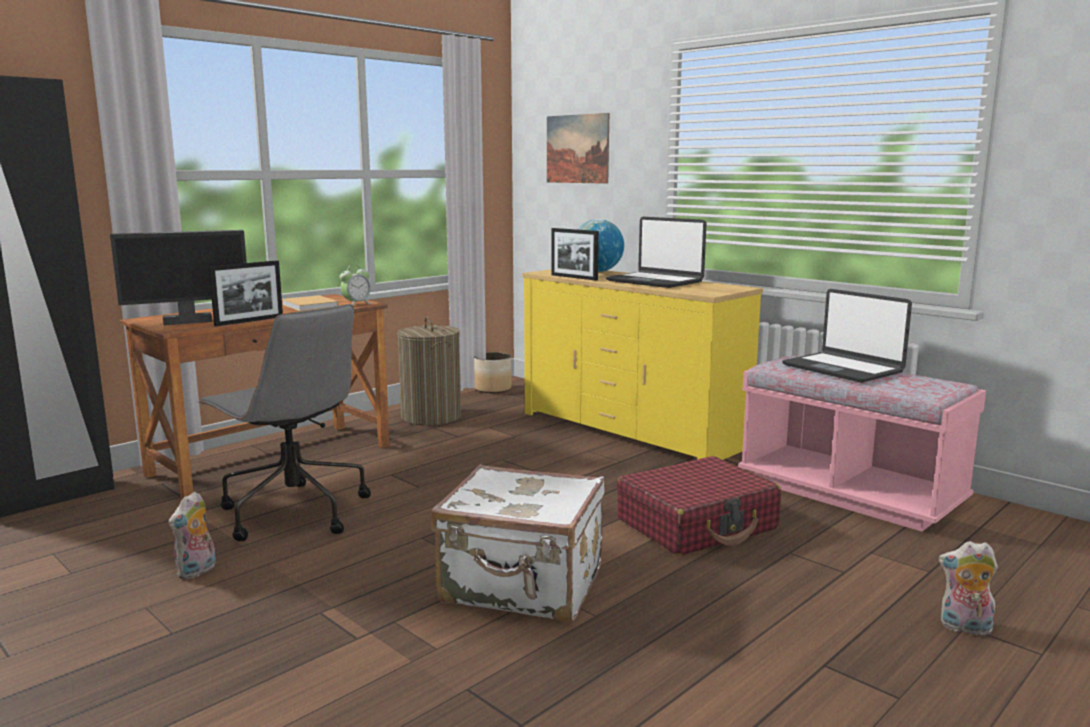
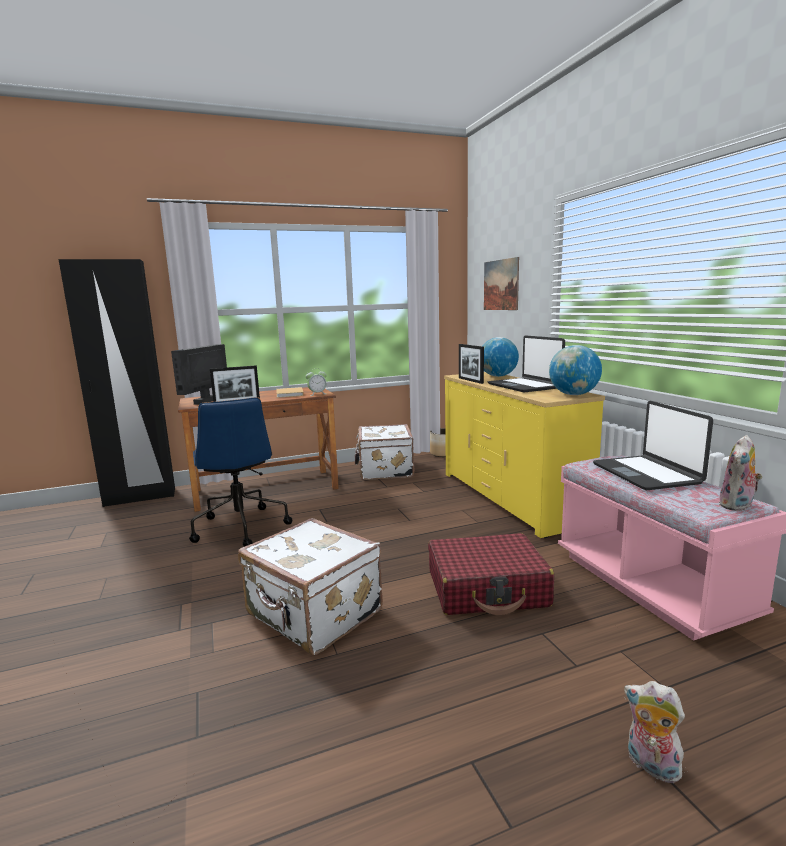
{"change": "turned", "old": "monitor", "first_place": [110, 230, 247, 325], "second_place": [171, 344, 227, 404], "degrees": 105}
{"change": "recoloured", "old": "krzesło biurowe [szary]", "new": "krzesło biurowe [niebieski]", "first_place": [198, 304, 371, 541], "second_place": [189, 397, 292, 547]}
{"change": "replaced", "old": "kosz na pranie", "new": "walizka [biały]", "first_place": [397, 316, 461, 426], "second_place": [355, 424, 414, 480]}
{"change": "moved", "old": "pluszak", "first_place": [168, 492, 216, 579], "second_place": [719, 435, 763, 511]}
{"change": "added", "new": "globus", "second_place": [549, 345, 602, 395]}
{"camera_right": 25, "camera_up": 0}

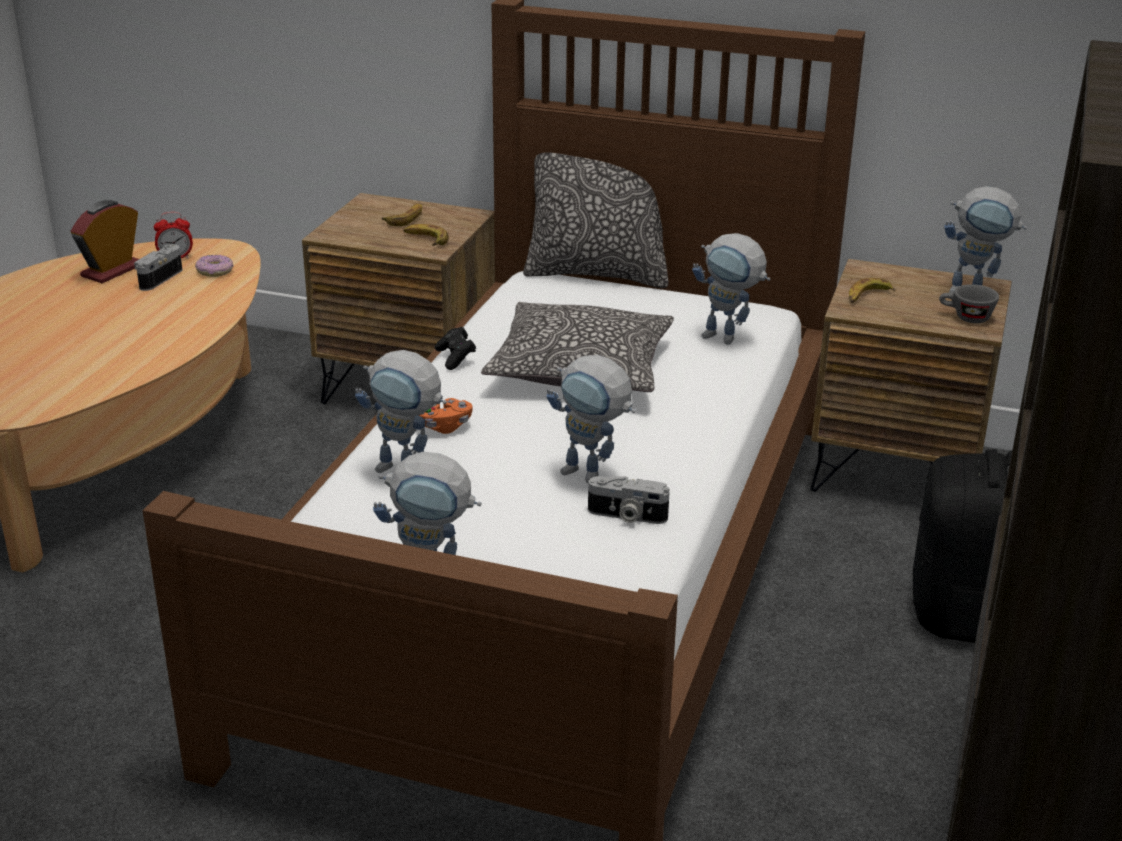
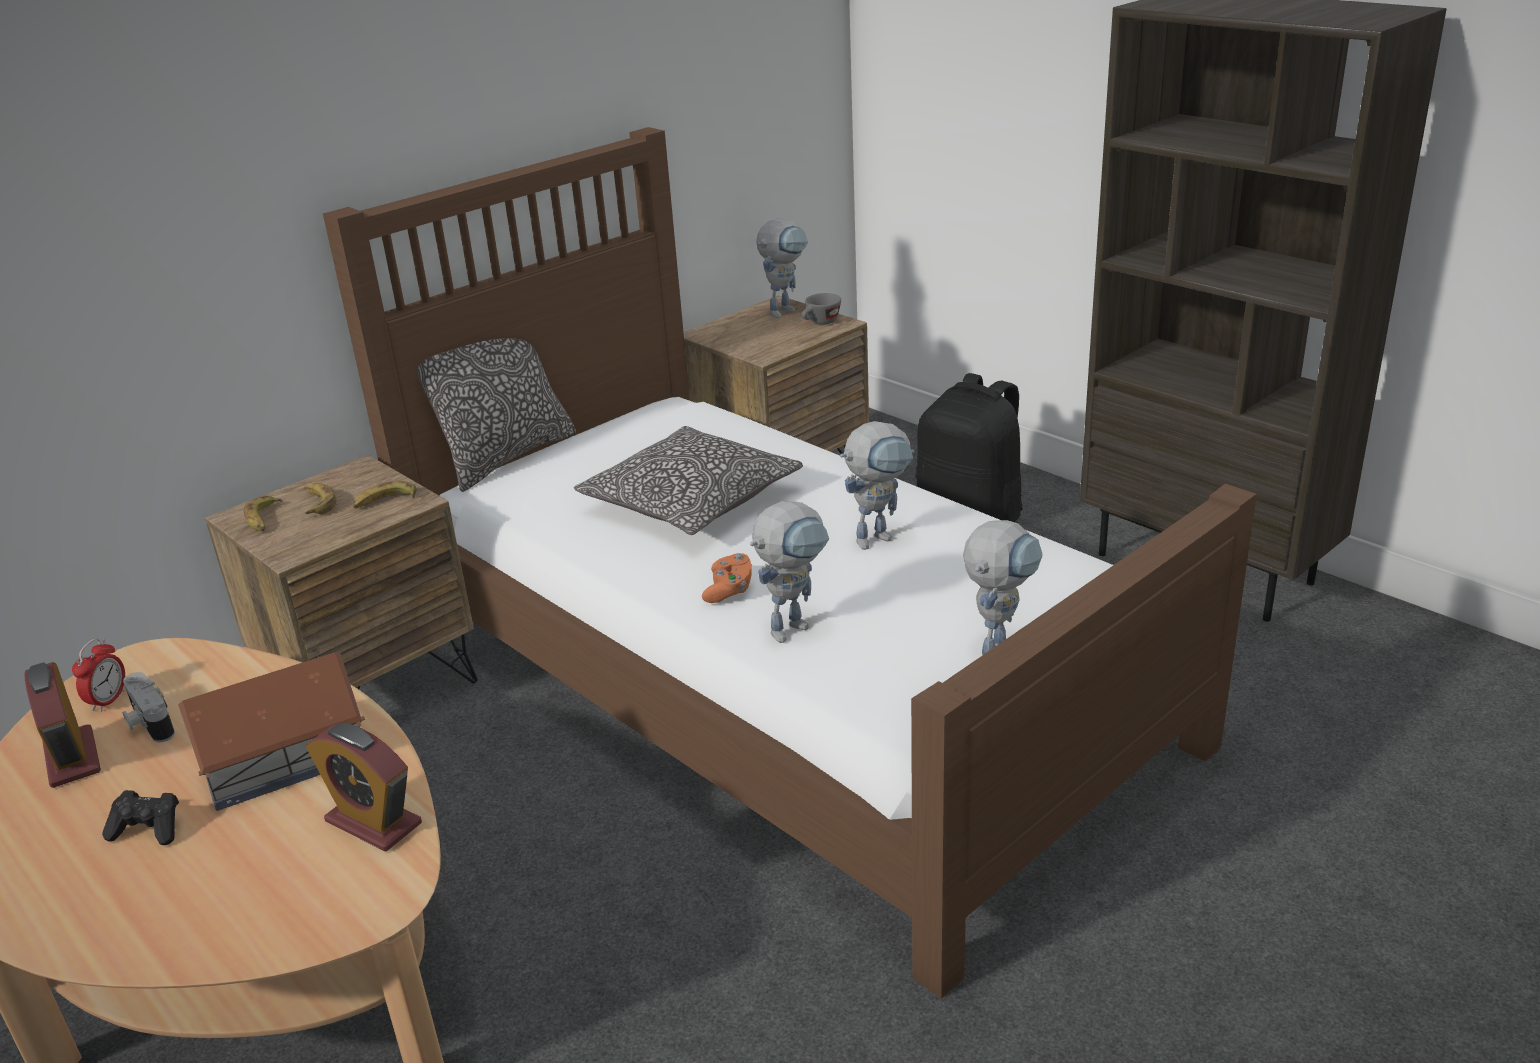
{"change": "removed", "old": "robot zabawkowy", "first_place": [692, 233, 771, 345]}
{"change": "removed", "old": "donut", "first_place": [195, 255, 234, 277]}
{"change": "moved", "old": "banan", "first_place": [849, 278, 895, 303], "second_place": [244, 496, 282, 531]}
{"change": "moved", "old": "pad do gier [czarny]", "first_place": [435, 327, 476, 370], "second_place": [102, 790, 179, 845]}
{"change": "removed", "old": "aparat fotograficzny", "first_place": [588, 476, 670, 524]}
{"change": "added", "new": "domek", "second_place": [178, 652, 365, 811]}
{"change": "added", "new": "budzik", "second_place": [306, 723, 422, 852]}
{"camera_right": -60, "camera_up": 0}

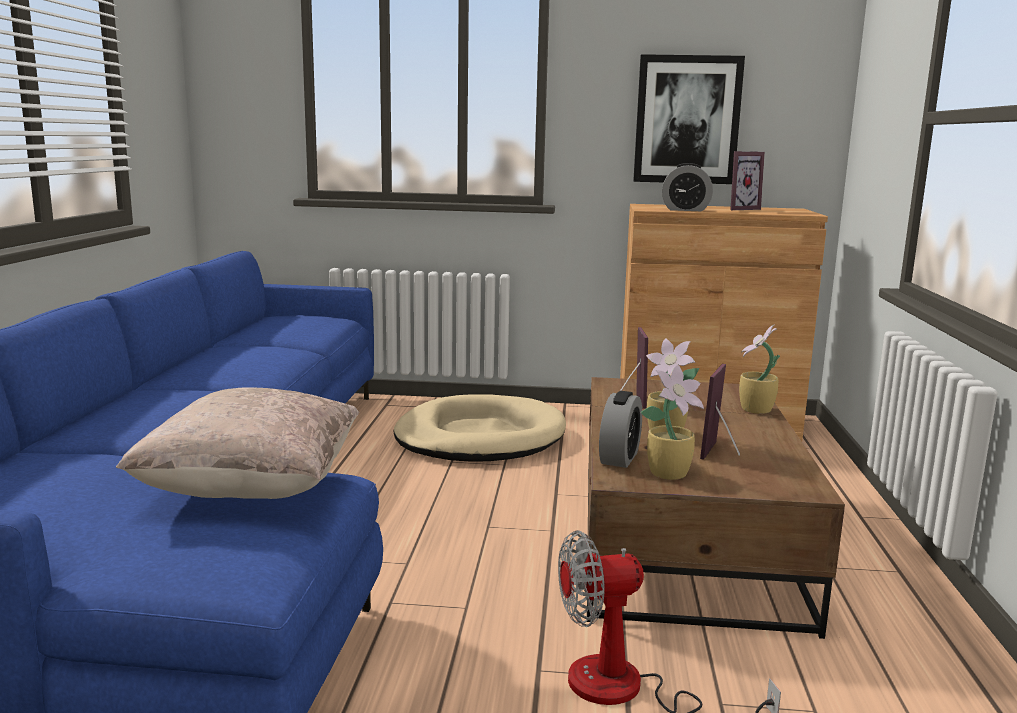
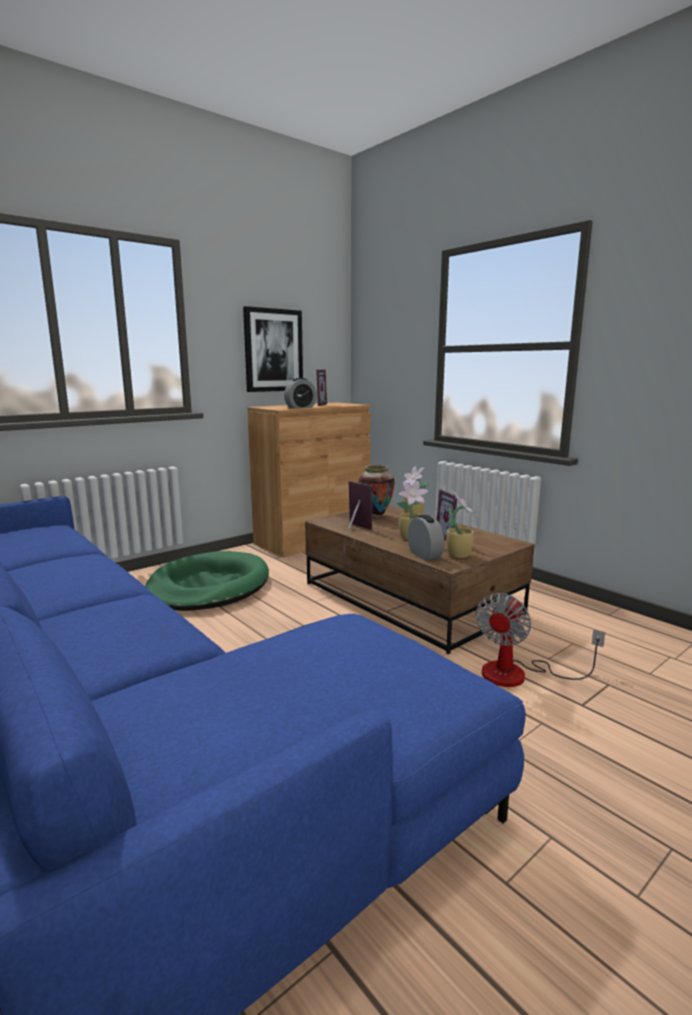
{"change": "removed", "old": "poduszka [beżowy]", "first_place": [116, 387, 359, 499]}
{"change": "recoloured", "old": "legowisko [beżowy]", "new": "legowisko [zielony]", "first_place": [394, 394, 566, 462], "second_place": [145, 551, 269, 611]}
{"change": "added", "new": "wazon", "second_place": [358, 465, 395, 517]}
{"camera_right": -45, "camera_up": 0}

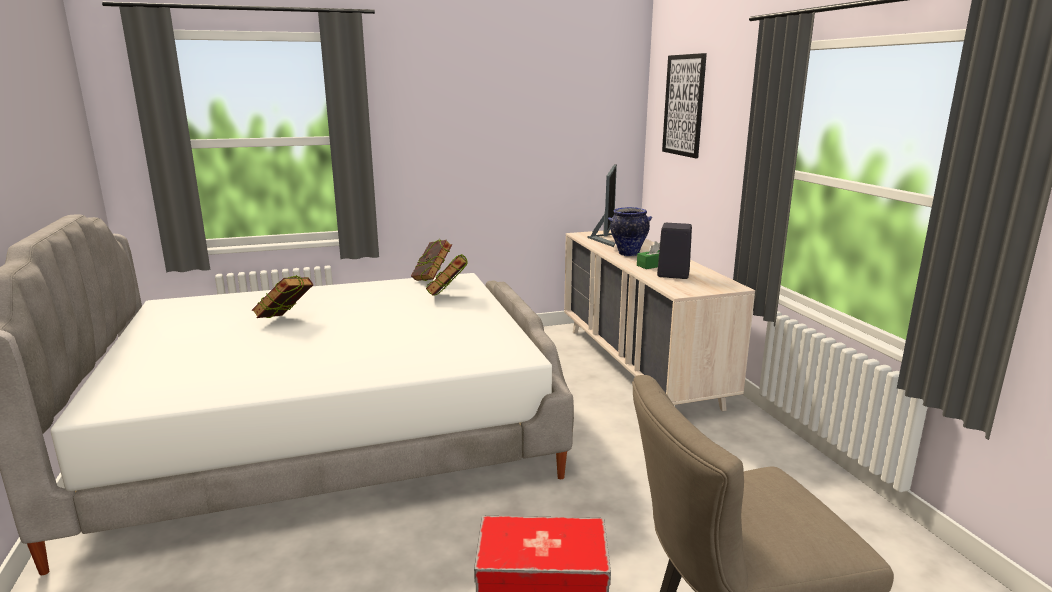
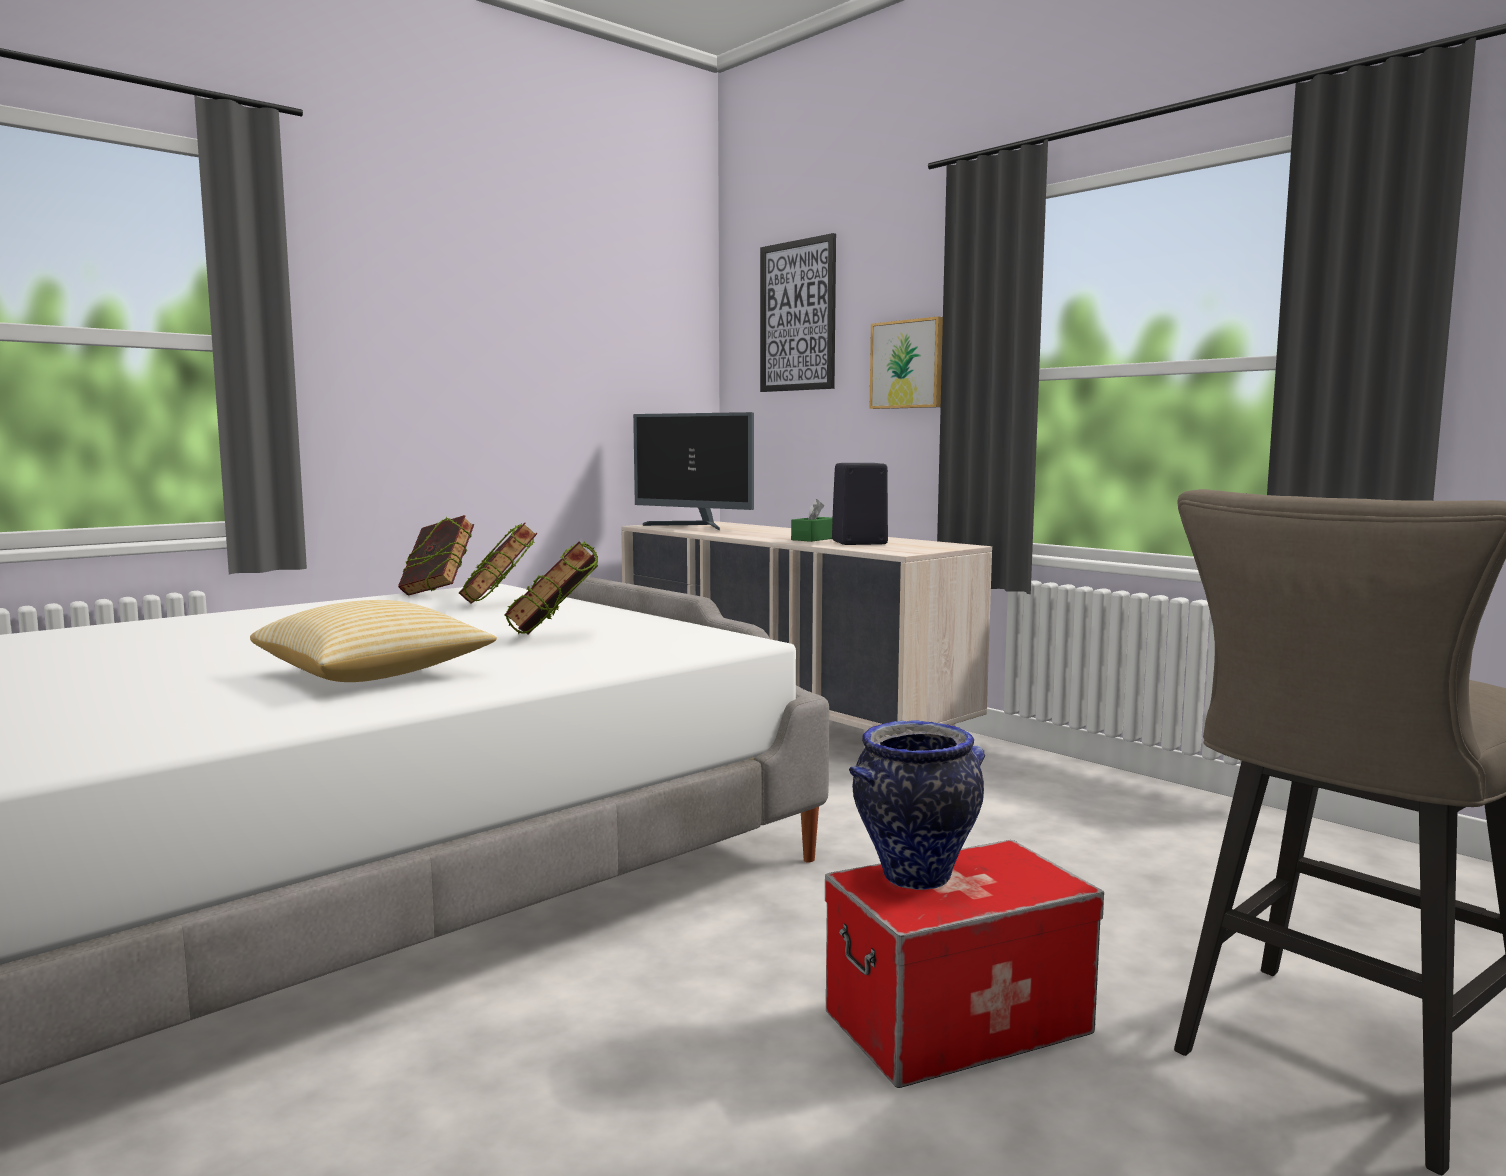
{"change": "turned", "old": "monitor", "first_place": [587, 165, 617, 247], "second_place": [633, 412, 754, 531], "degrees": 135}
{"change": "moved", "old": "wazon", "first_place": [608, 207, 652, 256], "second_place": [849, 720, 985, 890]}
{"change": "moved", "old": "książka", "first_place": [252, 275, 313, 318], "second_place": [504, 541, 598, 635]}
{"change": "added", "new": "obraz", "second_place": [870, 316, 943, 409]}
{"change": "added", "new": "poduszka", "second_place": [250, 600, 497, 682]}
{"camera_right": -25, "camera_up": -10}

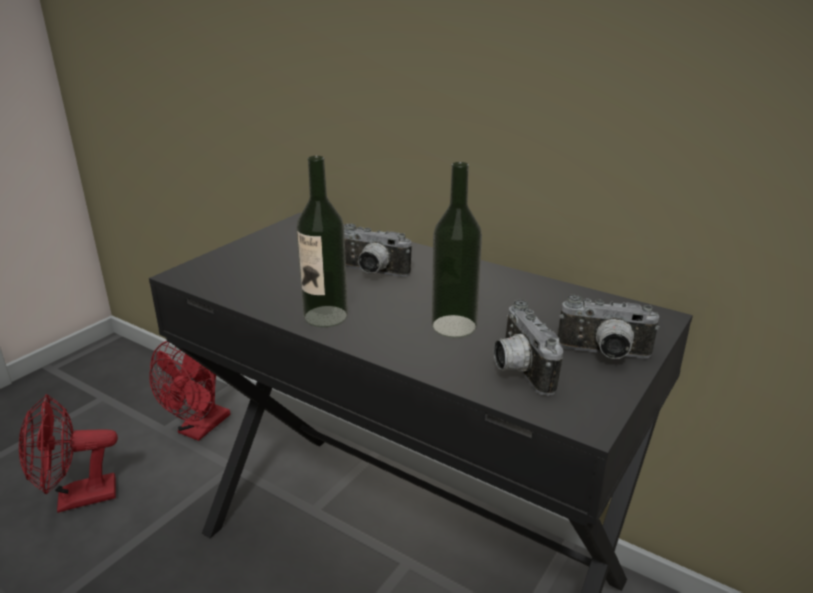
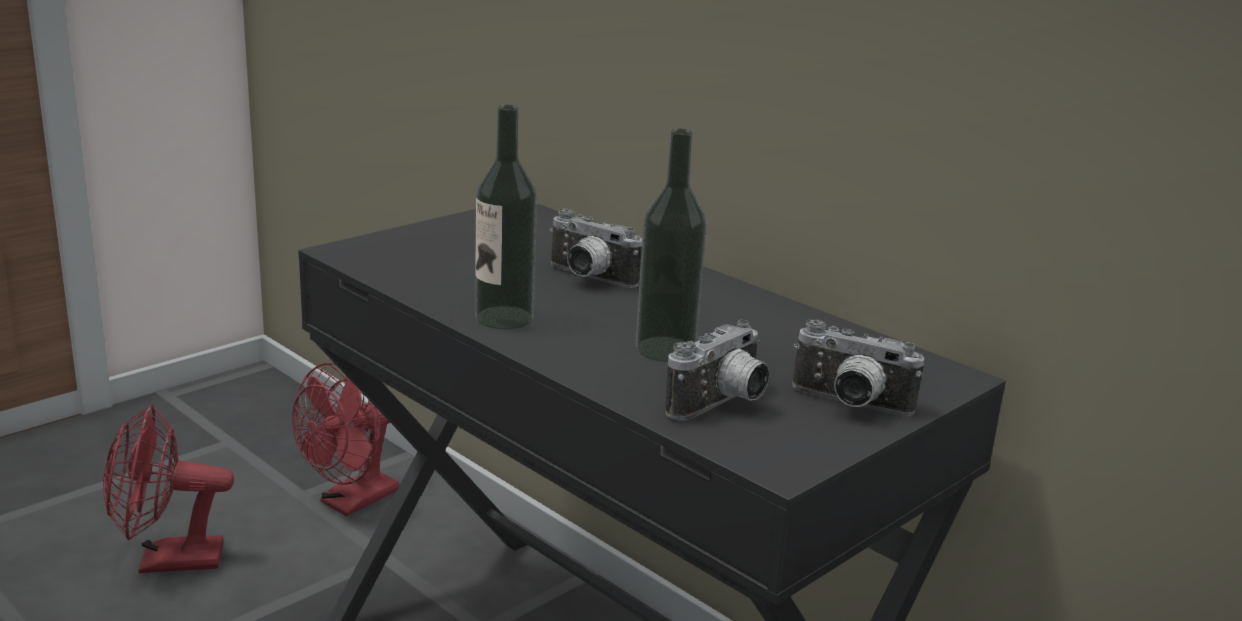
{"change": "turned", "old": "aparat fotograficzny", "first_place": [494, 300, 563, 396], "second_place": [666, 320, 770, 420], "degrees": -135}
{"camera_right": 10, "camera_up": -5}

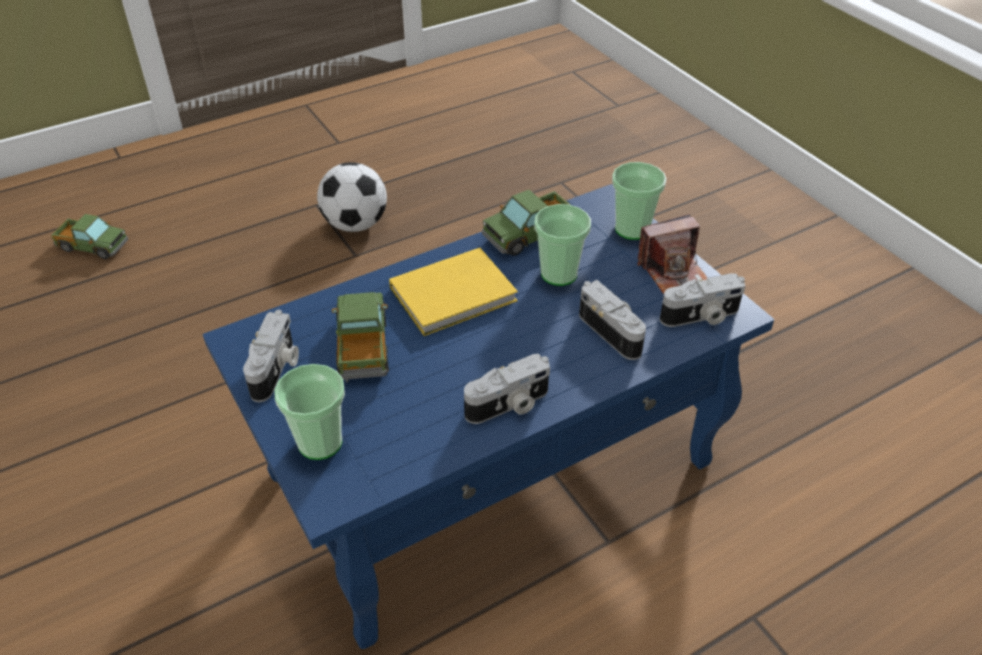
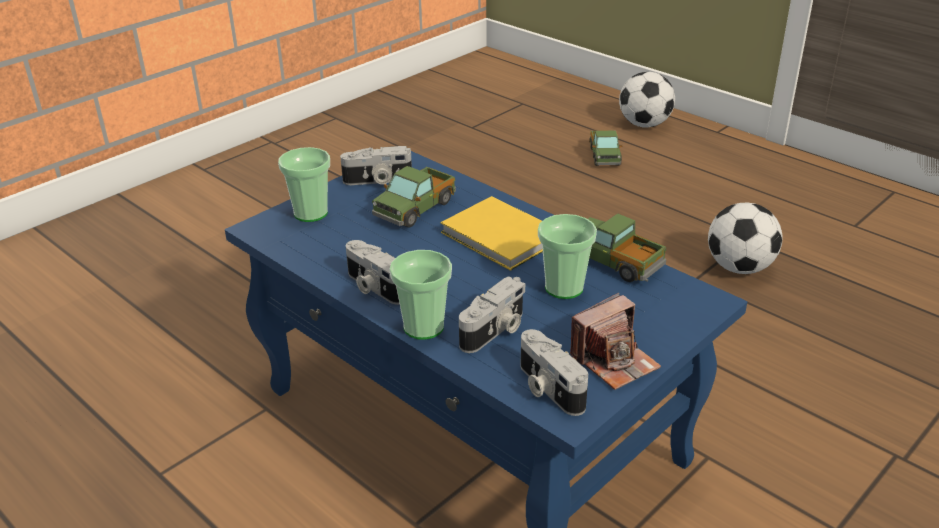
{"change": "moved", "old": "filiżanka", "first_place": [612, 162, 667, 240], "second_place": [389, 250, 452, 340]}
{"change": "turned", "old": "aparat fotograficzny", "first_place": [638, 214, 707, 294], "second_place": [570, 293, 661, 390], "degrees": -90}
{"change": "turned", "old": "ciężarówka zabawkowa", "first_place": [331, 292, 389, 383], "second_place": [372, 166, 456, 228], "degrees": 150}
{"change": "added", "new": "piłka futbolowa", "second_place": [619, 72, 675, 128]}
{"camera_right": 75, "camera_up": -10}

